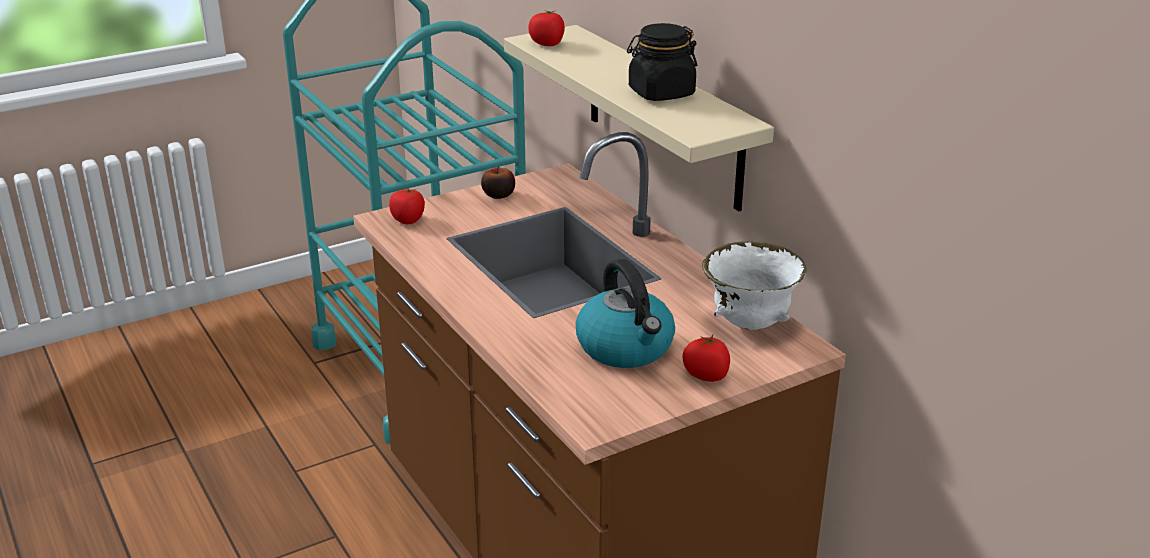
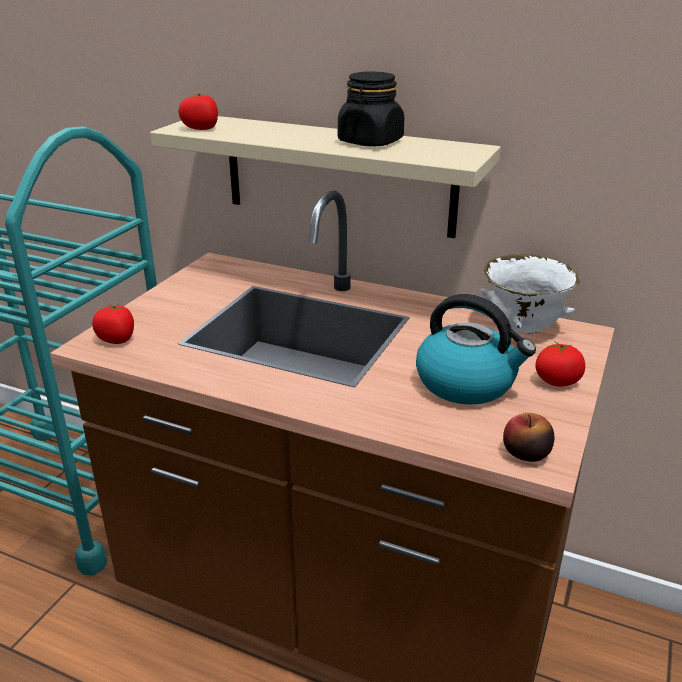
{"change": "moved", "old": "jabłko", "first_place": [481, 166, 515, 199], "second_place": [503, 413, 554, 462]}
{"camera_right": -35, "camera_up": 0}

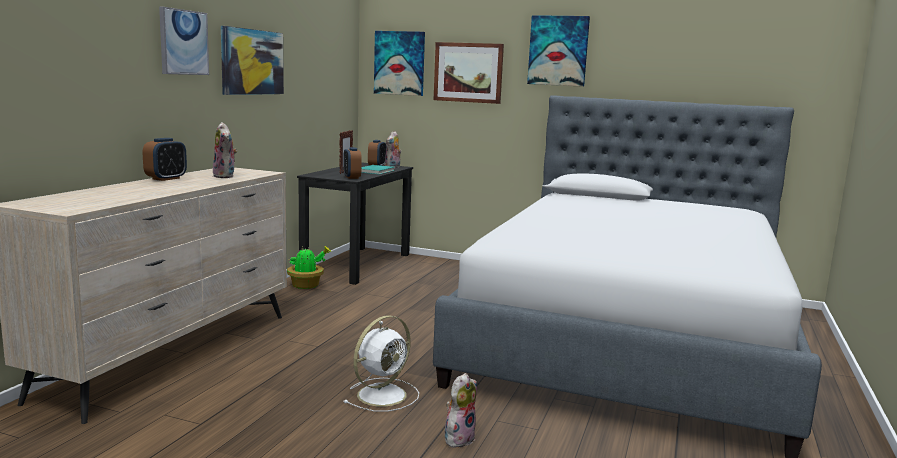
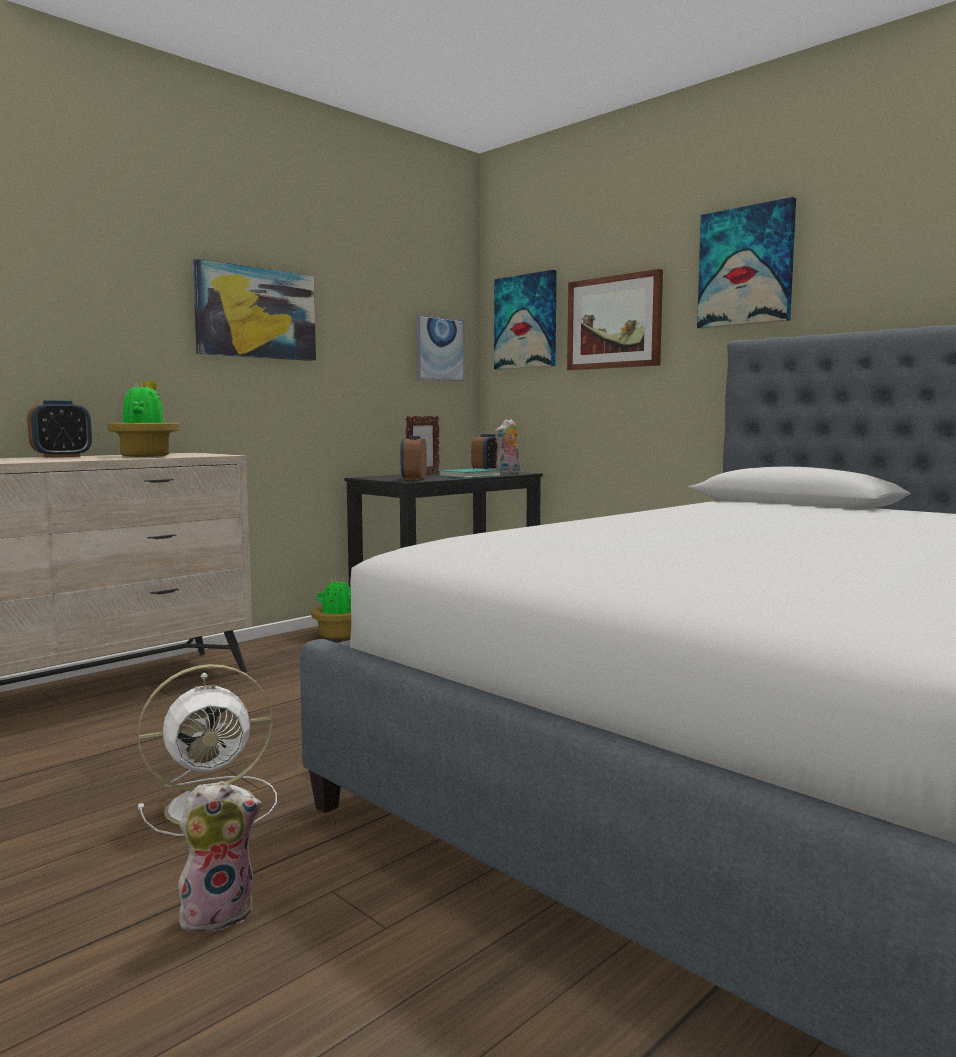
{"change": "moved", "old": "obraz", "first_place": [159, 7, 209, 75], "second_place": [415, 315, 464, 381]}
{"change": "replaced", "old": "pluszak", "new": "roślina doniczkowa", "first_place": [213, 122, 237, 178], "second_place": [107, 380, 179, 457]}
{"camera_right": 25, "camera_up": -5}

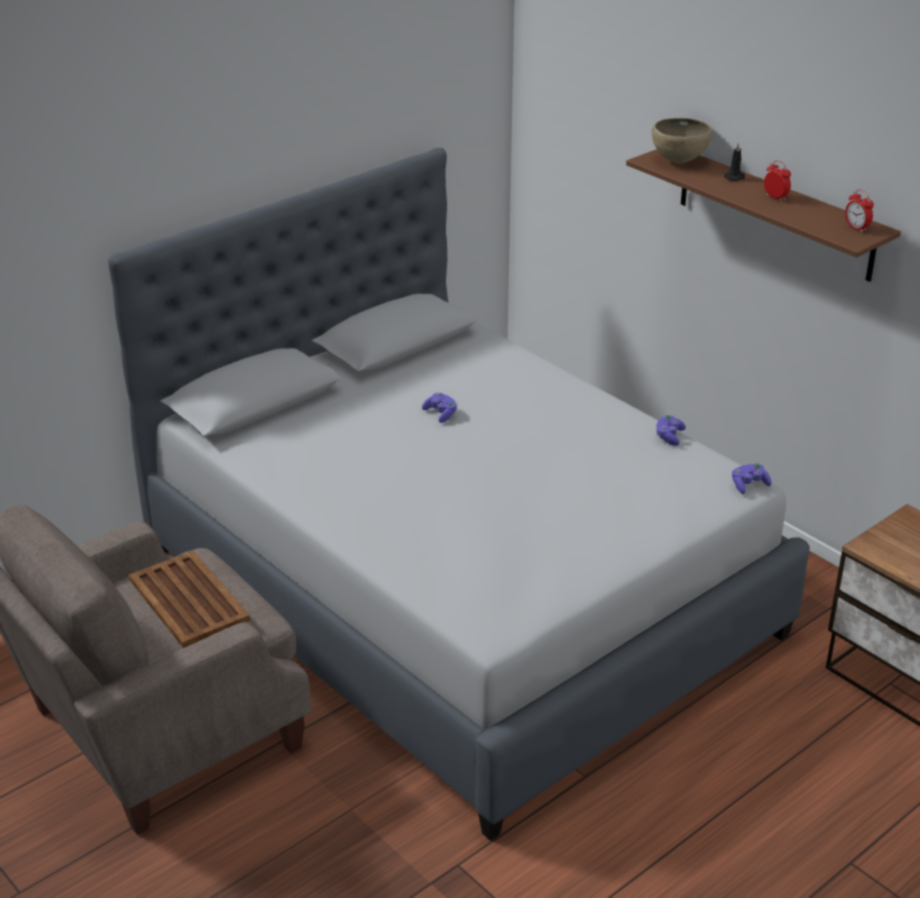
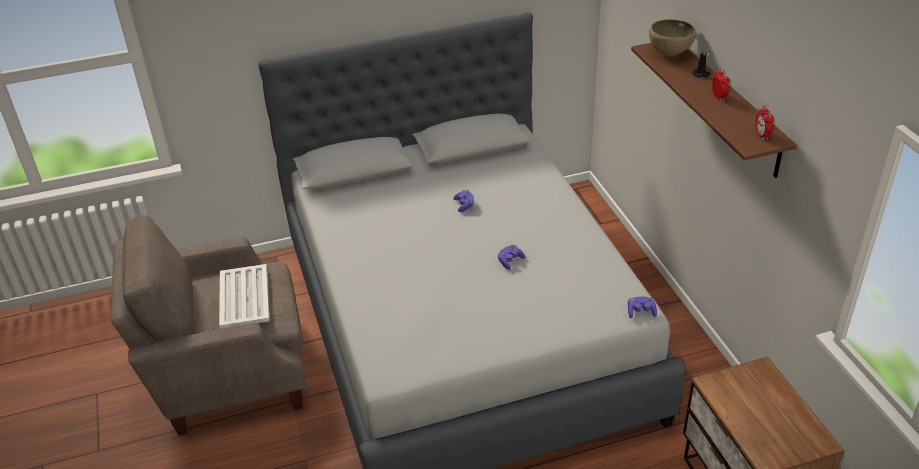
{"change": "moved", "old": "pad do gier [fioletowy]", "first_place": [656, 415, 686, 446], "second_place": [498, 245, 525, 270]}
{"change": "recoloured", "old": "taca [brązowy]", "new": "taca [biały]", "first_place": [129, 551, 250, 648], "second_place": [219, 264, 270, 329]}
{"camera_right": 25, "camera_up": 5}

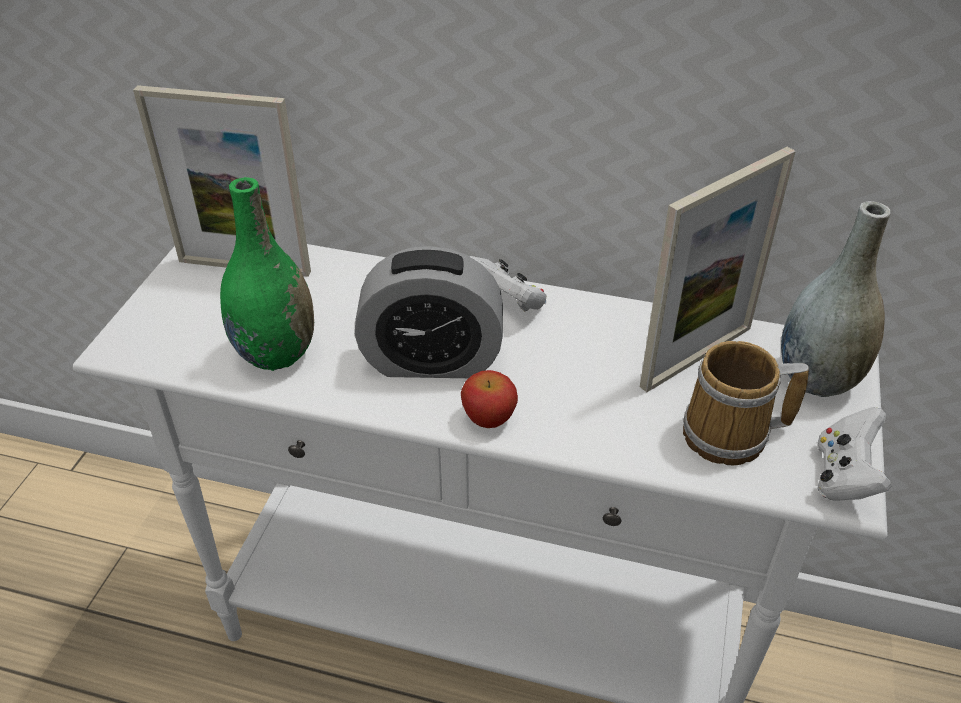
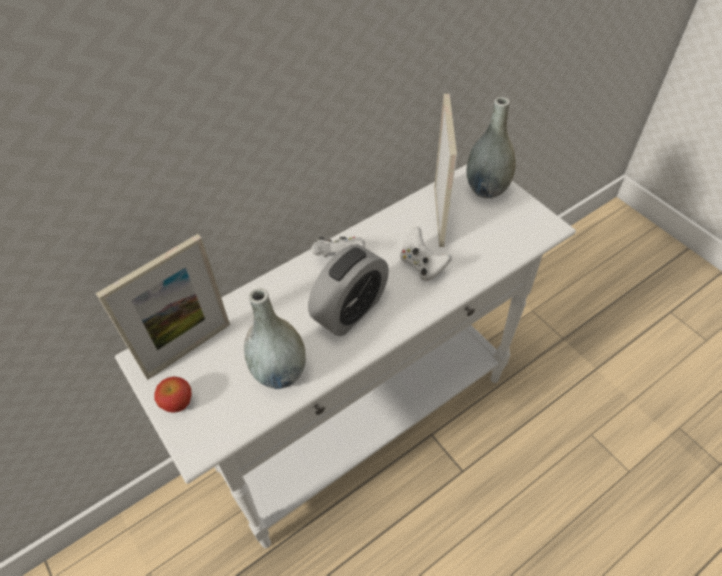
{"change": "recoloured", "old": "wazon [zielony]", "new": "wazon [szary]", "first_place": [220, 177, 314, 371], "second_place": [244, 288, 306, 389]}
{"change": "removed", "old": "kubek", "first_place": [683, 341, 809, 465]}
{"change": "moved", "old": "jabłko", "first_place": [461, 370, 518, 428], "second_place": [155, 376, 192, 413]}
{"change": "moved", "old": "pad do gier [biały]", "first_place": [817, 407, 892, 501], "second_place": [400, 227, 452, 281]}
{"camera_right": -50, "camera_up": 10}

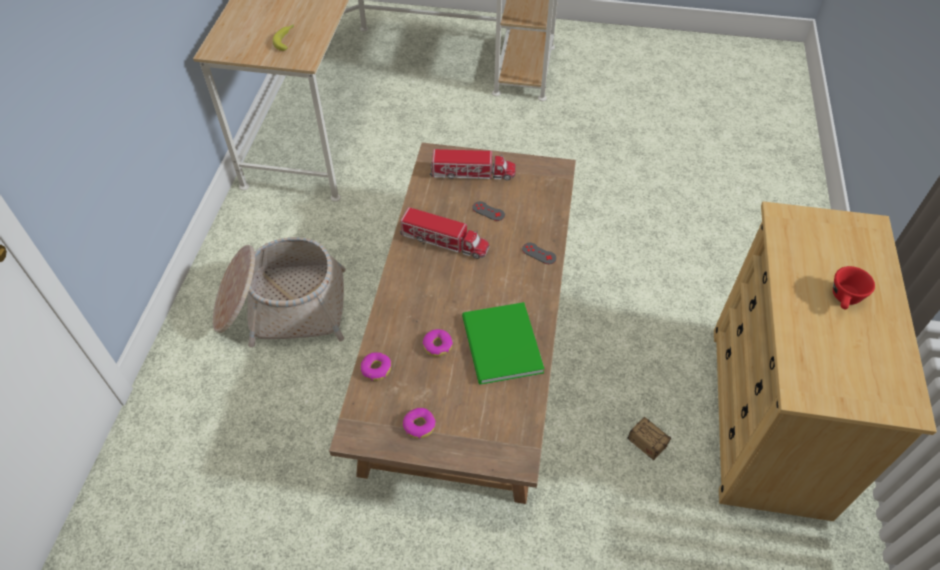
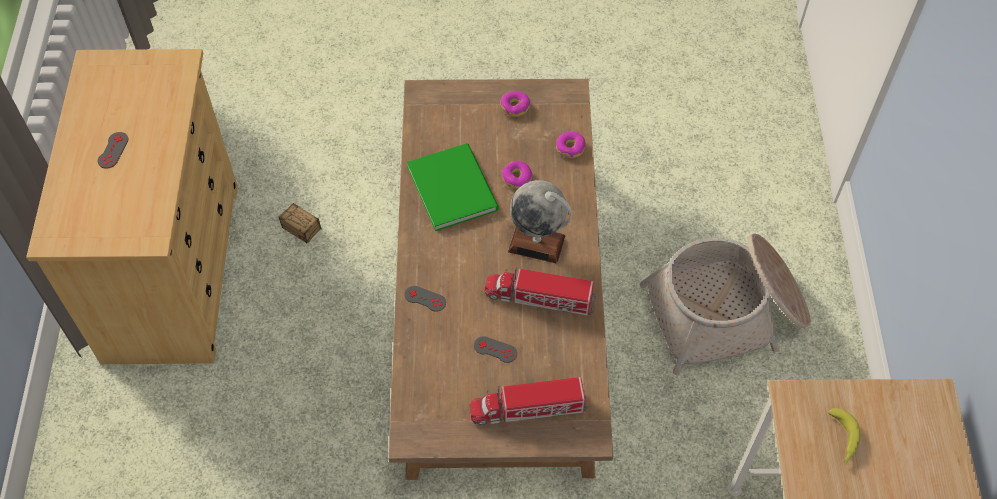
{"change": "replaced", "old": "filiżanka [czerwony]", "new": "pad do gier [szary]", "first_place": [833, 266, 875, 310], "second_place": [98, 132, 128, 169]}
{"change": "added", "new": "globus", "second_place": [508, 180, 572, 264]}
{"camera_right": 170, "camera_up": 5}

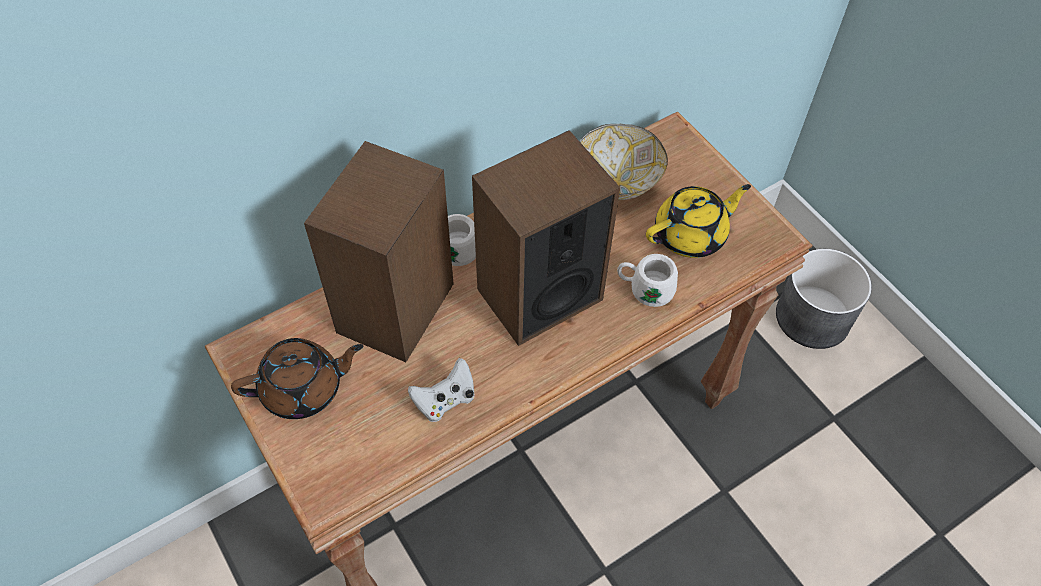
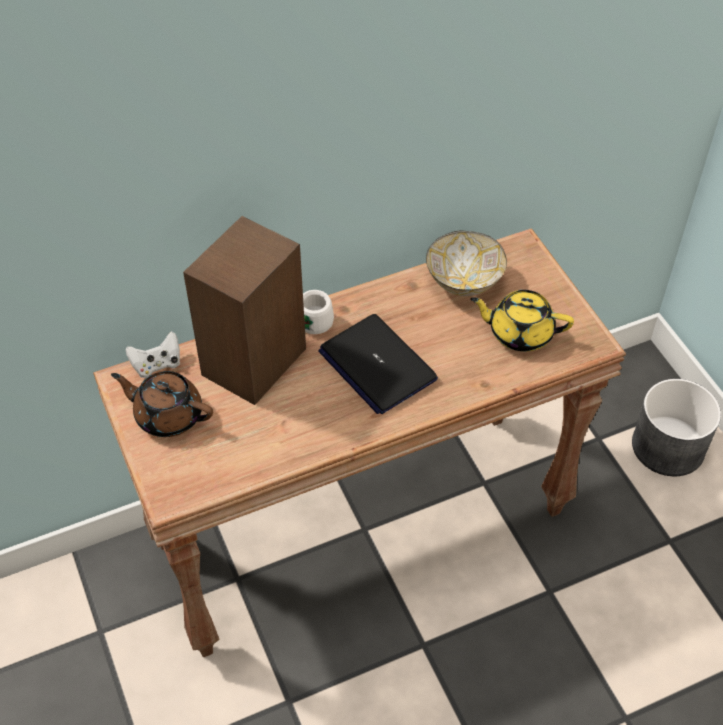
{"change": "replaced", "old": "głośnik", "new": "laptop", "first_place": [472, 130, 620, 346], "second_place": [318, 314, 438, 414]}
{"change": "turned", "old": "imbryk [żółty]", "first_place": [646, 184, 751, 258], "second_place": [470, 290, 574, 352], "degrees": -150}
{"change": "removed", "old": "kubek [biały]", "first_place": [617, 254, 678, 307]}
{"change": "turned", "old": "imbryk [brązowy]", "first_place": [231, 338, 363, 419], "second_place": [111, 371, 213, 437], "degrees": -150}
{"change": "moved", "old": "pad do gier [biały]", "first_place": [408, 358, 475, 422], "second_place": [126, 331, 180, 378]}
{"camera_right": 10, "camera_up": -5}

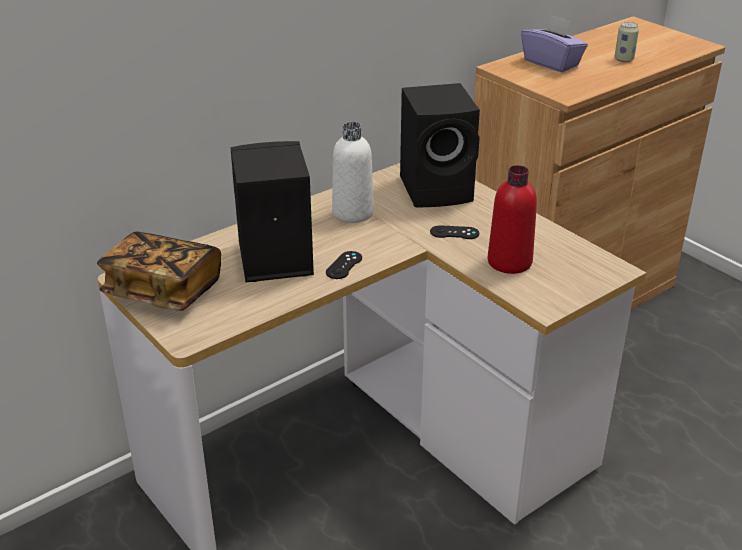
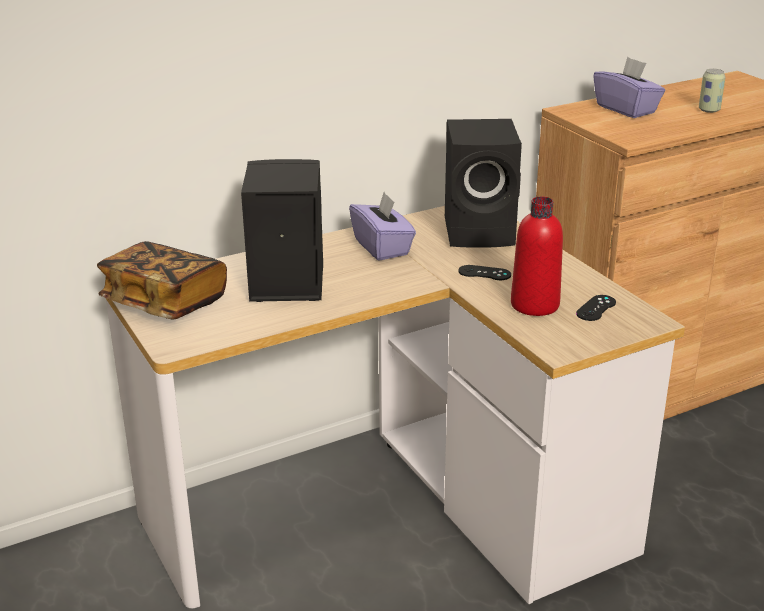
{"change": "replaced", "old": "butelka [biały]", "new": "pudełko chusteczek [fioletowy]", "first_place": [332, 122, 374, 223], "second_place": [349, 192, 416, 261]}
{"change": "moved", "old": "pad do gier [czarny]", "first_place": [326, 251, 362, 279], "second_place": [576, 295, 616, 321]}
{"camera_right": 10, "camera_up": -5}

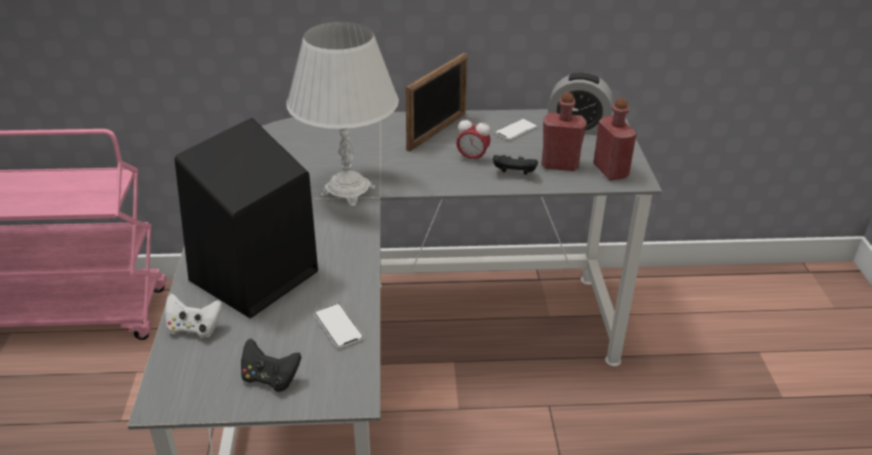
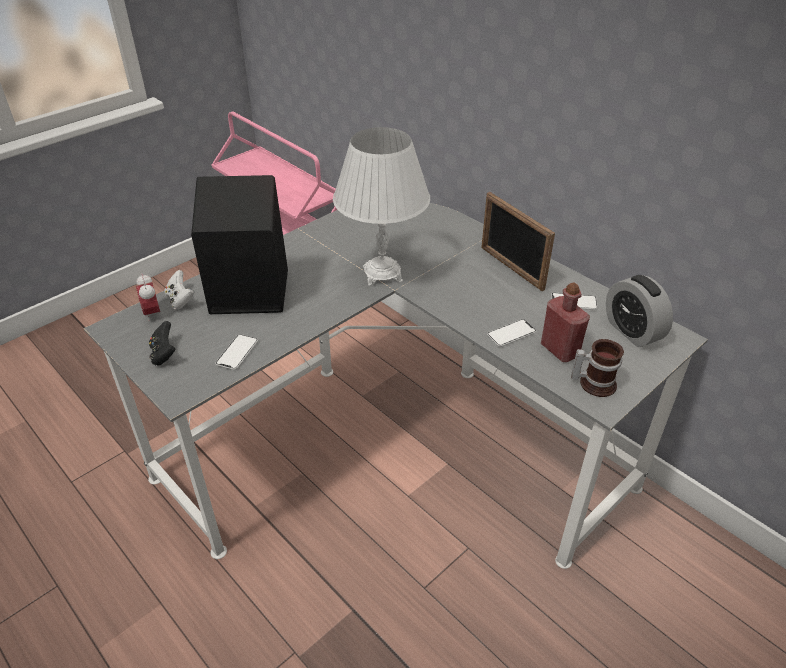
{"change": "turned", "old": "ramka na zdjęcie", "first_place": [406, 53, 467, 152], "second_place": [481, 192, 555, 291], "degrees": 60}
{"change": "replaced", "old": "butelka [czerwony]", "new": "kubek", "first_place": [593, 98, 637, 181], "second_place": [571, 339, 624, 397]}
{"change": "moved", "old": "budzik", "first_place": [456, 116, 491, 163], "second_place": [136, 273, 160, 322]}
{"change": "replaced", "old": "pad do gier [czarny]", "new": "telefon", "first_place": [493, 155, 538, 175], "second_place": [487, 319, 536, 347]}
{"camera_right": 50, "camera_up": 5}

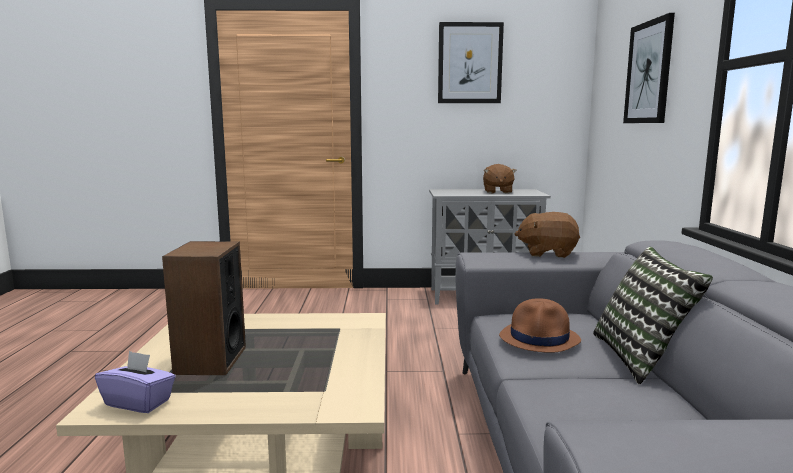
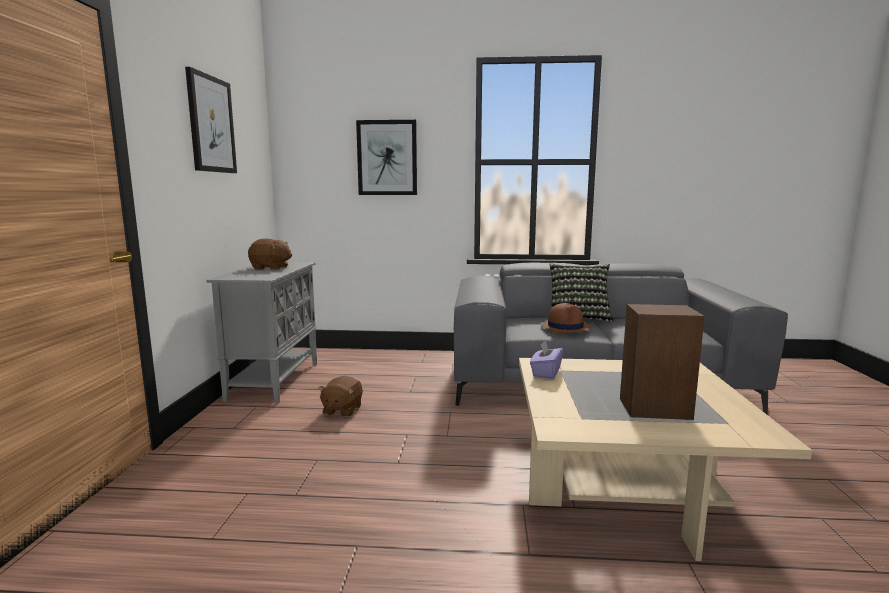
{"change": "moved", "old": "pluszak [brązowy]", "first_place": [515, 212, 580, 258], "second_place": [318, 376, 363, 417]}
{"change": "moved", "old": "pudełko chusteczek [fioletowy]", "first_place": [95, 351, 176, 413], "second_place": [530, 340, 563, 379]}
{"camera_right": -85, "camera_up": 0}

